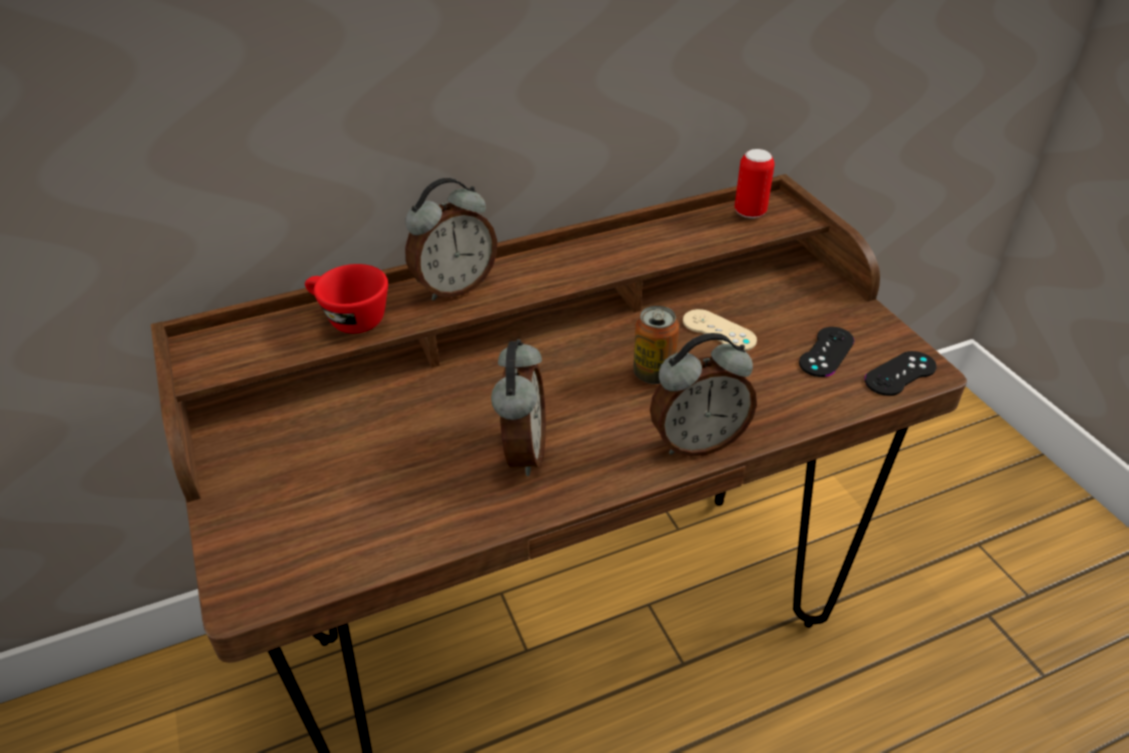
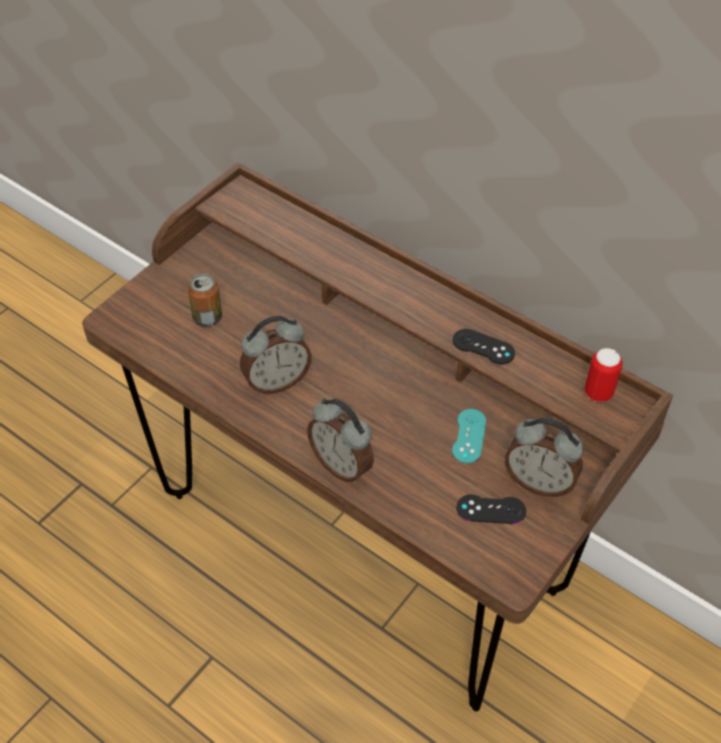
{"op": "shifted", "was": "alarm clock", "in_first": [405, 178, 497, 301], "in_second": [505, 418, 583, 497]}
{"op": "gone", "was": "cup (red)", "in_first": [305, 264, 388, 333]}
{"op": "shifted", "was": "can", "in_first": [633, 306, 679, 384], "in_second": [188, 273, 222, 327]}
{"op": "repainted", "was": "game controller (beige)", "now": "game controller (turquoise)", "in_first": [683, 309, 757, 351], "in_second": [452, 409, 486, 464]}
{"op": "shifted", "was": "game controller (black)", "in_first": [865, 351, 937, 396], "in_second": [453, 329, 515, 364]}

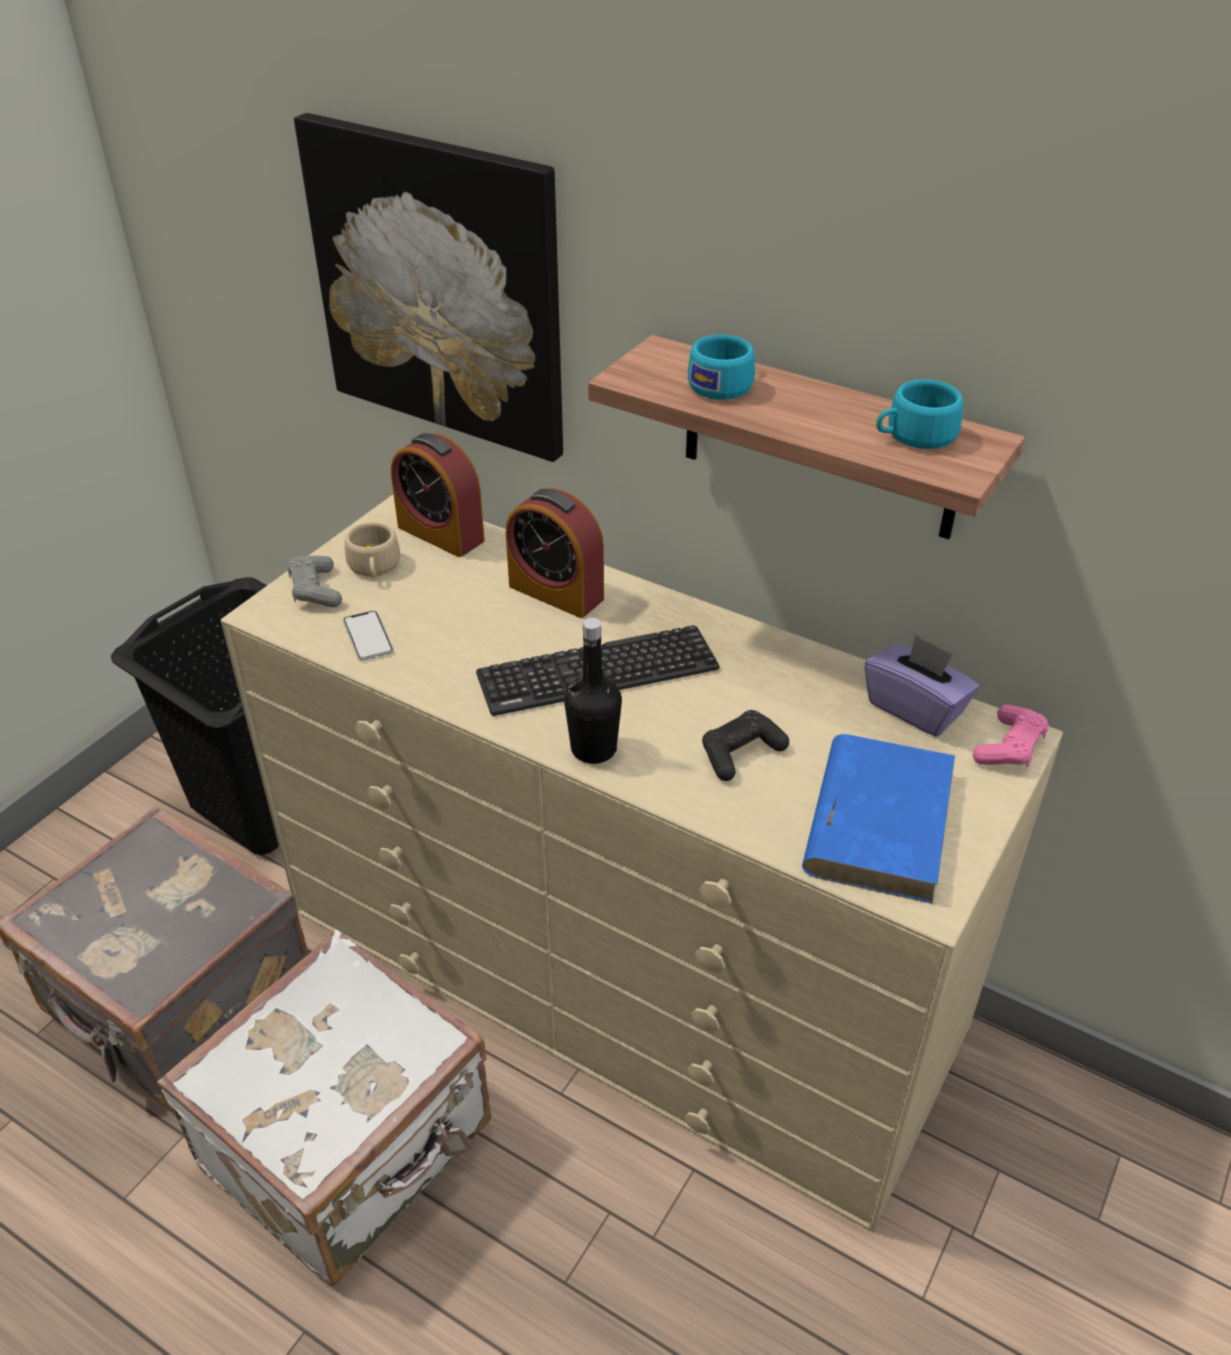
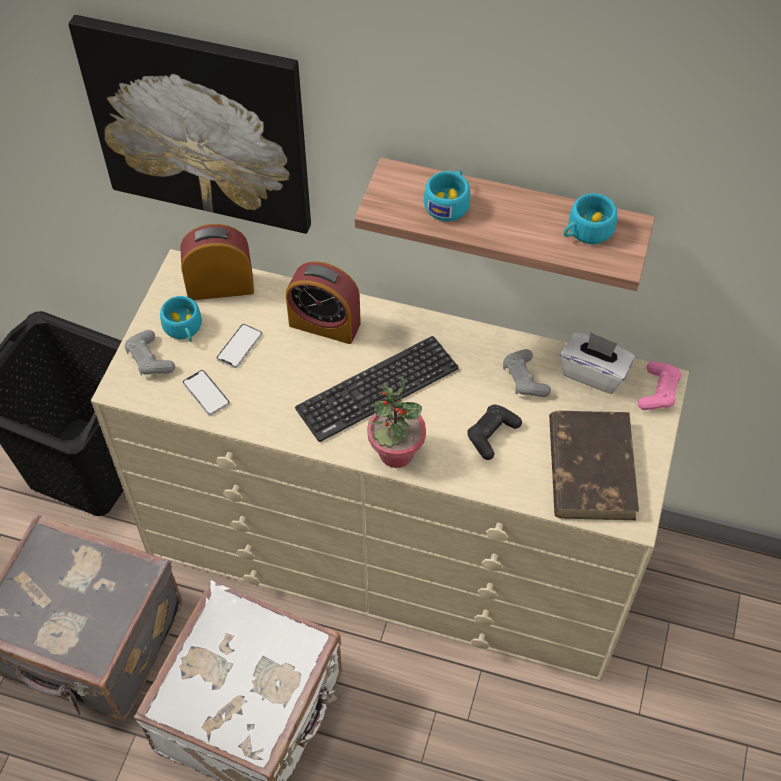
{"op": "rotated", "was": "alarm clock", "in_first": [391, 433, 485, 557], "in_second": [181, 224, 254, 300], "clockwise": 150}
{"op": "repainted", "was": "cup (beige)", "now": "cup (turquoise)", "in_first": [345, 522, 401, 578], "in_second": [160, 296, 202, 342]}
{"op": "swapped", "was": "bottle (black)", "now": "potted plant", "in_first": [564, 618, 622, 764], "in_second": [367, 376, 426, 468]}
{"op": "repainted", "was": "tissue box (purple)", "now": "tissue box (white)", "in_first": [864, 635, 980, 737], "in_second": [560, 332, 635, 394]}
{"op": "repainted", "was": "book (blue)", "now": "book (brown)", "in_first": [802, 734, 955, 904], "in_second": [549, 411, 639, 520]}
{"op": "new", "now": "phone", "in_second": [216, 324, 263, 368]}
{"op": "new", "now": "game controller (grey)", "in_second": [503, 349, 551, 397]}

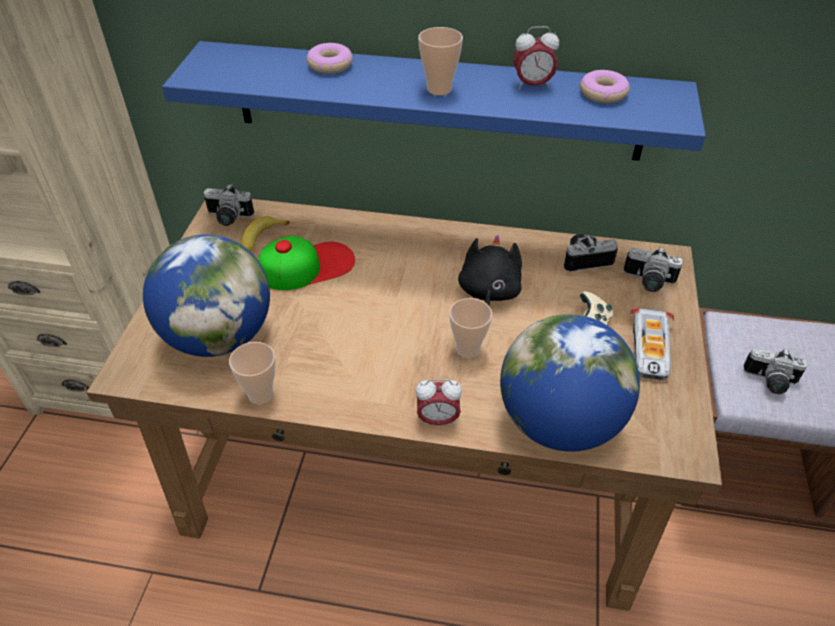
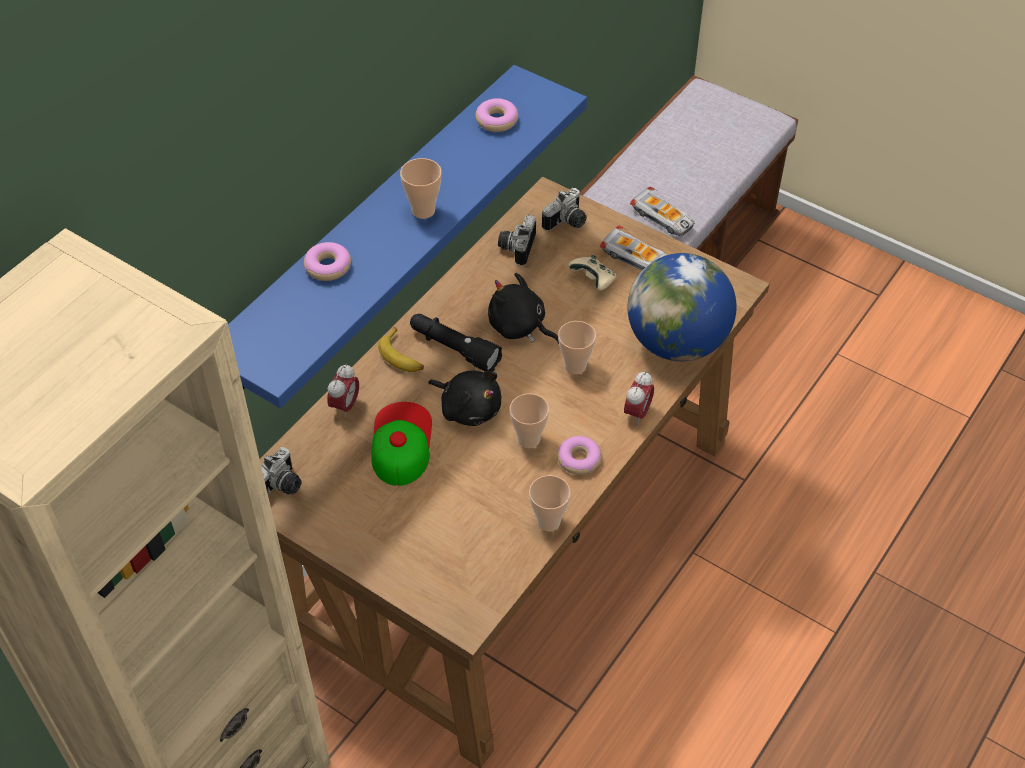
{"op": "shifted", "was": "alarm clock", "in_first": [513, 26, 559, 90], "in_second": [327, 364, 359, 418]}
{"op": "shifted", "was": "banana", "in_first": [241, 216, 289, 252], "in_second": [378, 327, 424, 372]}
{"op": "gone", "was": "globe", "in_first": [143, 234, 270, 357]}
{"op": "swapped", "was": "photo camera", "now": "toy car", "in_first": [743, 348, 807, 394], "in_second": [630, 187, 695, 237]}
{"op": "new", "now": "flashlight (black)", "in_second": [410, 314, 502, 372]}
{"op": "new", "now": "plush toy (black)", "in_second": [428, 371, 501, 426]}
{"op": "new", "now": "cup", "in_second": [510, 394, 549, 448]}
{"op": "new", "now": "donut", "in_second": [557, 436, 602, 475]}

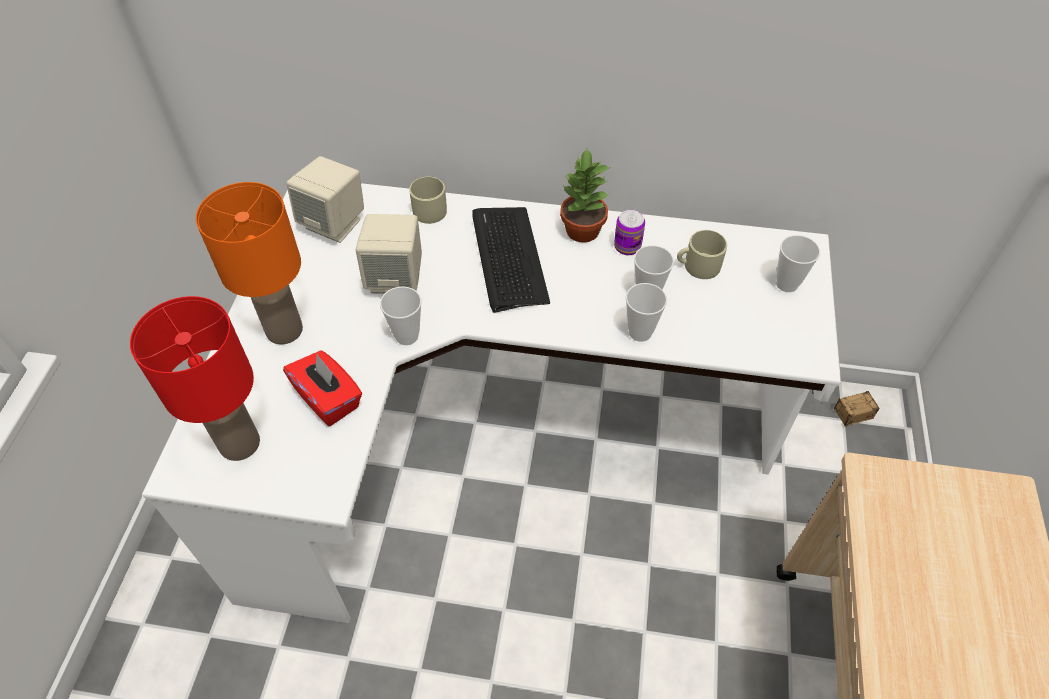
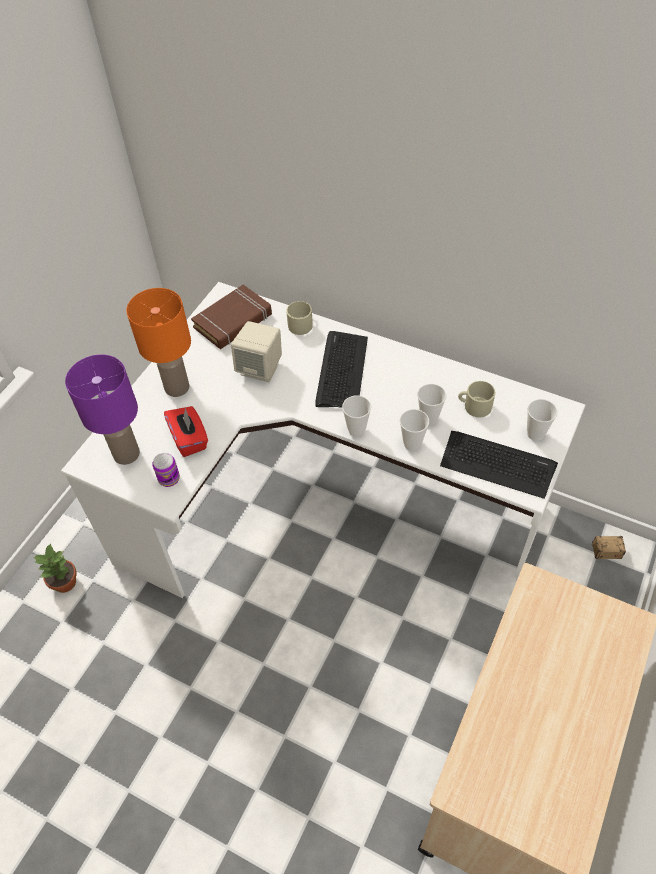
{"op": "shifted", "was": "potted plant", "in_first": [560, 149, 610, 243], "in_second": [34, 544, 77, 593]}
{"op": "swapped", "was": "speaker (beige)", "now": "book (brown)", "in_first": [286, 156, 364, 243], "in_second": [191, 285, 272, 349]}
{"op": "shifted", "was": "can", "in_first": [614, 210, 645, 255], "in_second": [152, 453, 180, 487]}
{"op": "shifted", "was": "cup", "in_first": [380, 286, 422, 345], "in_second": [342, 395, 371, 437]}
{"op": "repainted", "was": "table lamp (red)", "now": "table lamp (purple)", "in_first": [130, 296, 260, 461], "in_second": [65, 355, 140, 465]}
{"op": "new", "now": "keyboard", "in_second": [440, 431, 558, 499]}

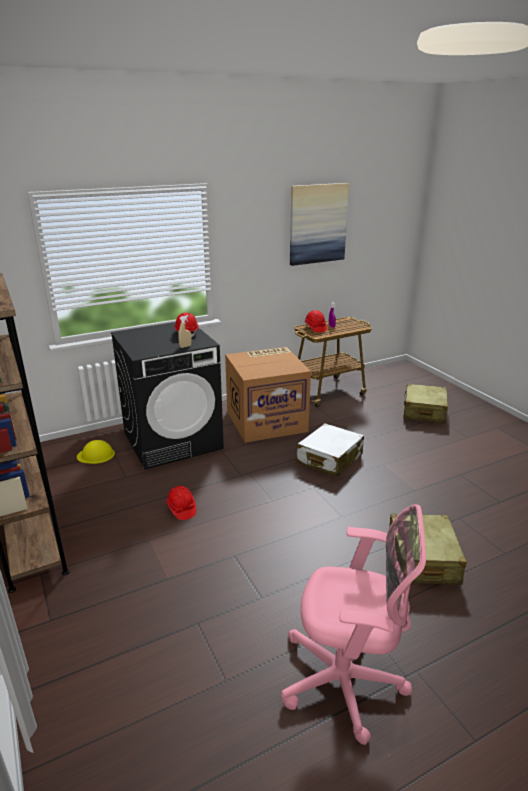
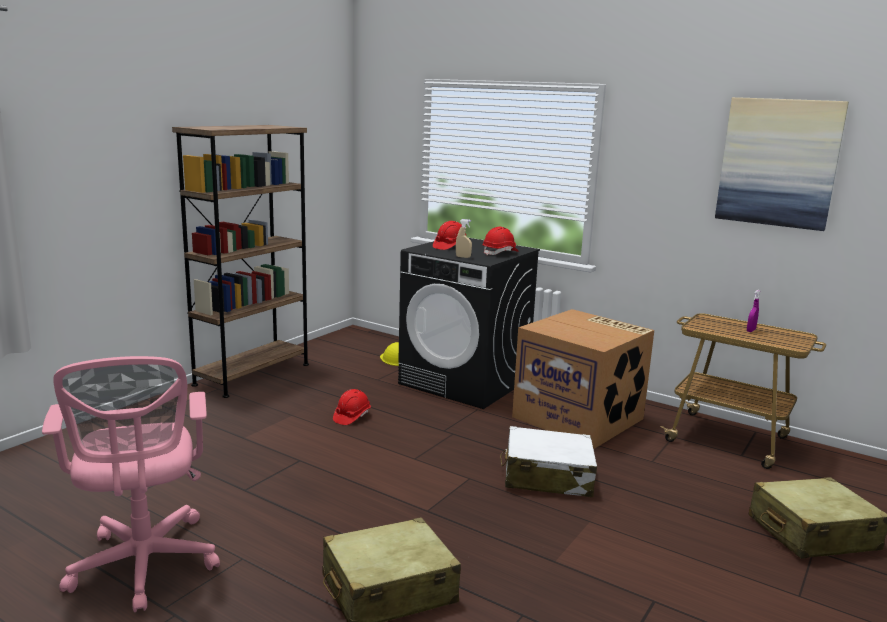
{"op": "shifted", "was": "hard hat (red)", "in_first": [304, 310, 327, 333], "in_second": [433, 221, 466, 250]}

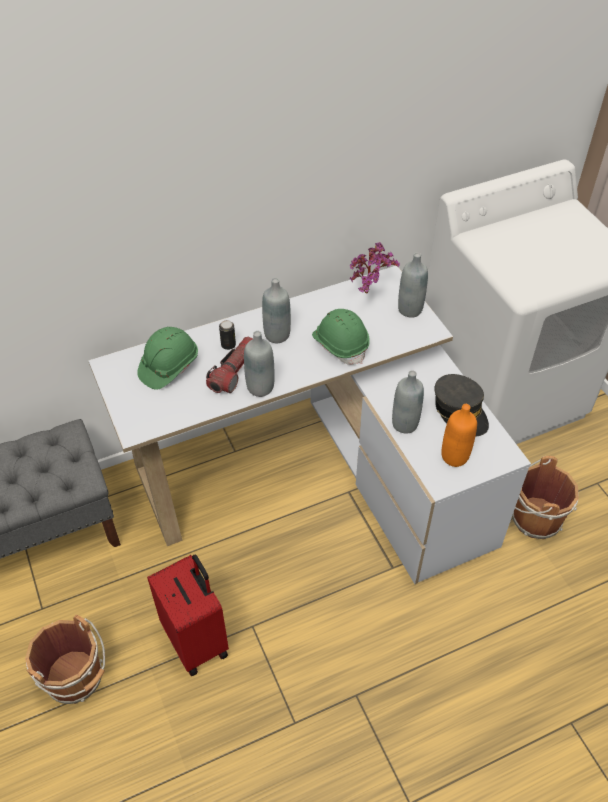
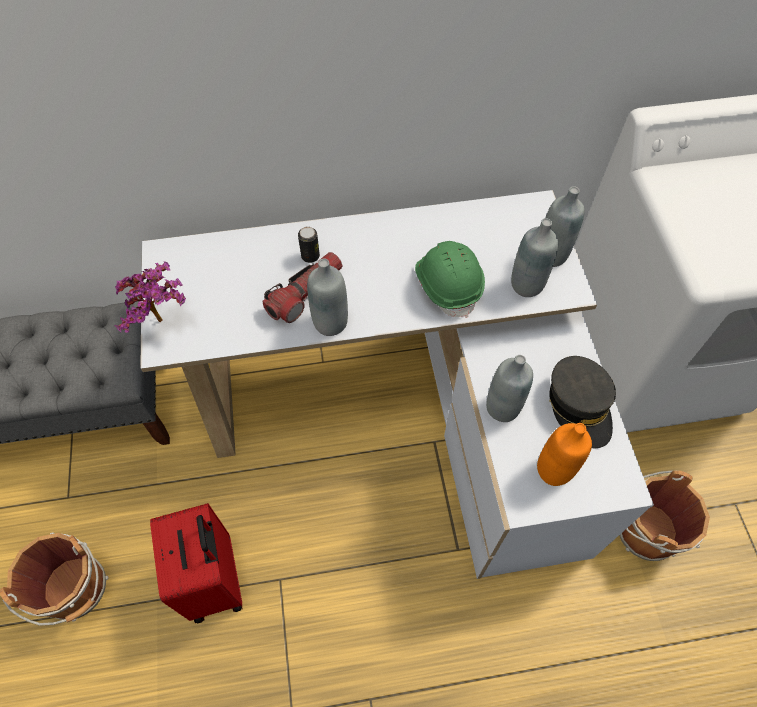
{"op": "shifted", "was": "potted plant", "in_first": [350, 242, 400, 293], "in_second": [115, 261, 186, 333]}
{"op": "shifted", "was": "bottle (grey)", "in_first": [262, 278, 291, 343], "in_second": [511, 218, 558, 297]}
{"op": "gone", "was": "hard hat (green)", "in_first": [137, 327, 198, 390]}

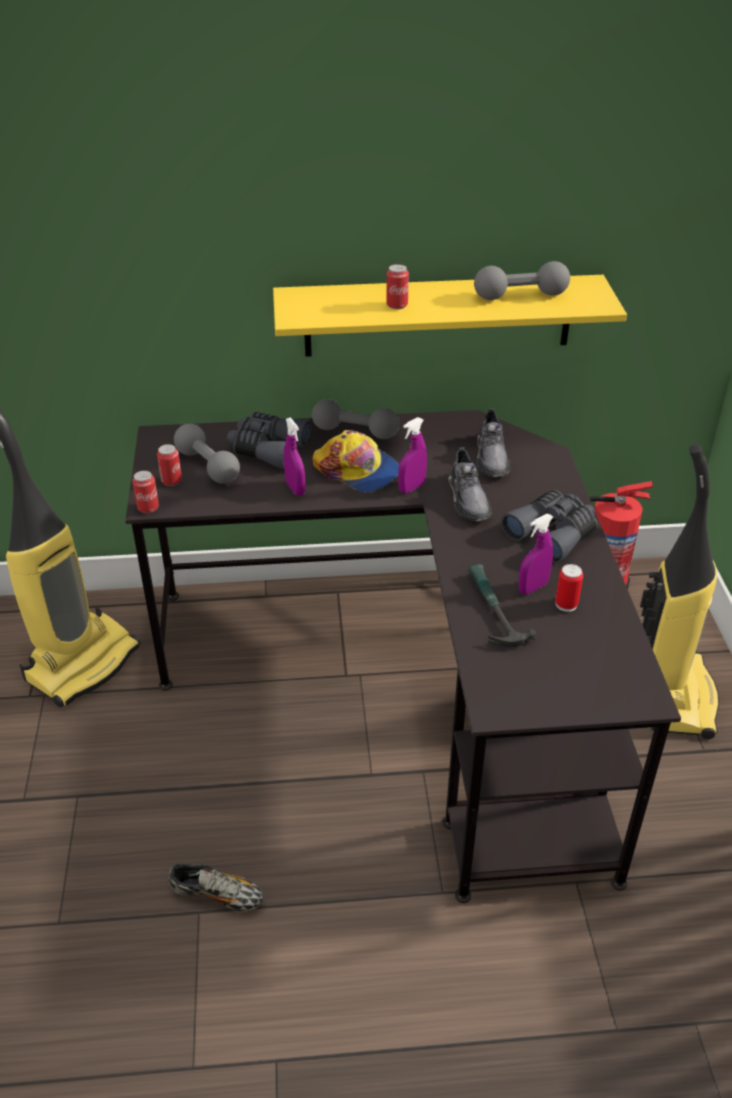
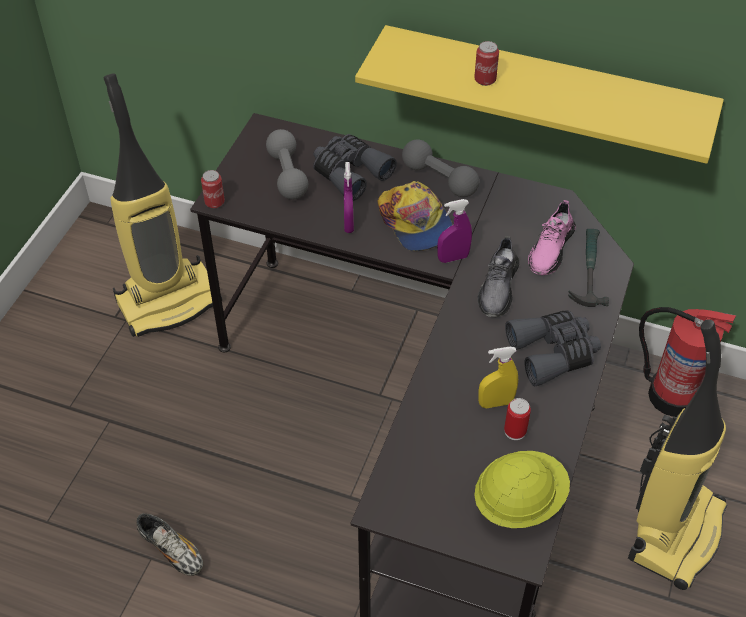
{"op": "gone", "was": "dumbbell (grey)", "in_first": [474, 261, 570, 300]}
{"op": "repainted", "was": "shoe (grey)", "now": "shoe (pink)", "in_first": [476, 408, 511, 477], "in_second": [528, 200, 576, 276]}
{"op": "gone", "was": "can", "in_first": [157, 444, 182, 486]}
{"op": "repainted", "was": "spray bottle (purple)", "now": "spray bottle (yellow)", "in_first": [518, 514, 553, 594], "in_second": [478, 347, 518, 408]}
{"op": "shifted", "was": "hammer", "in_first": [469, 564, 536, 647], "in_second": [568, 229, 609, 307]}
{"op": "new", "now": "hard hat (yellow)", "in_second": [474, 451, 570, 528]}

